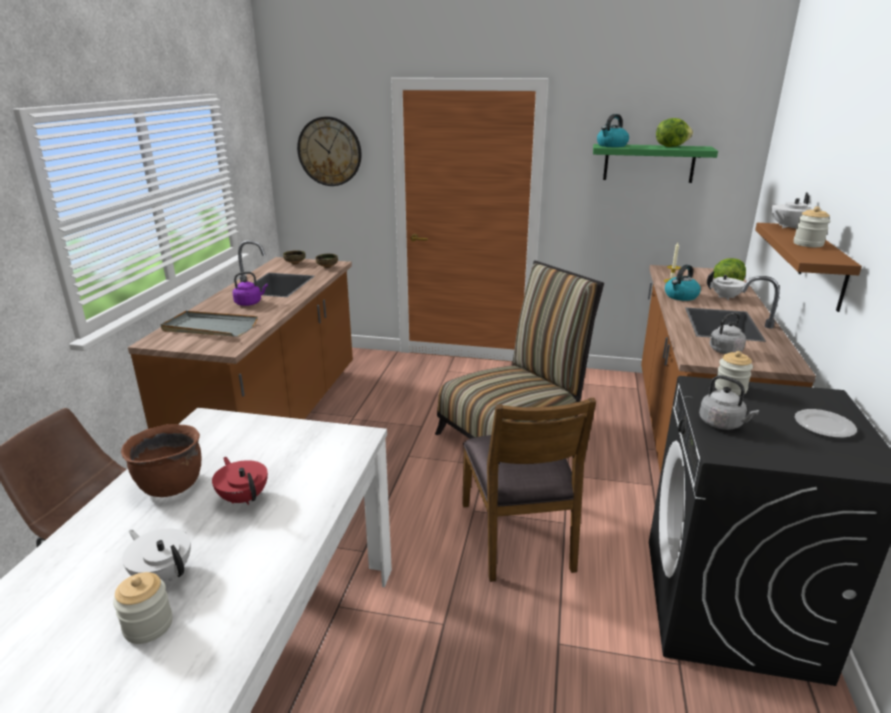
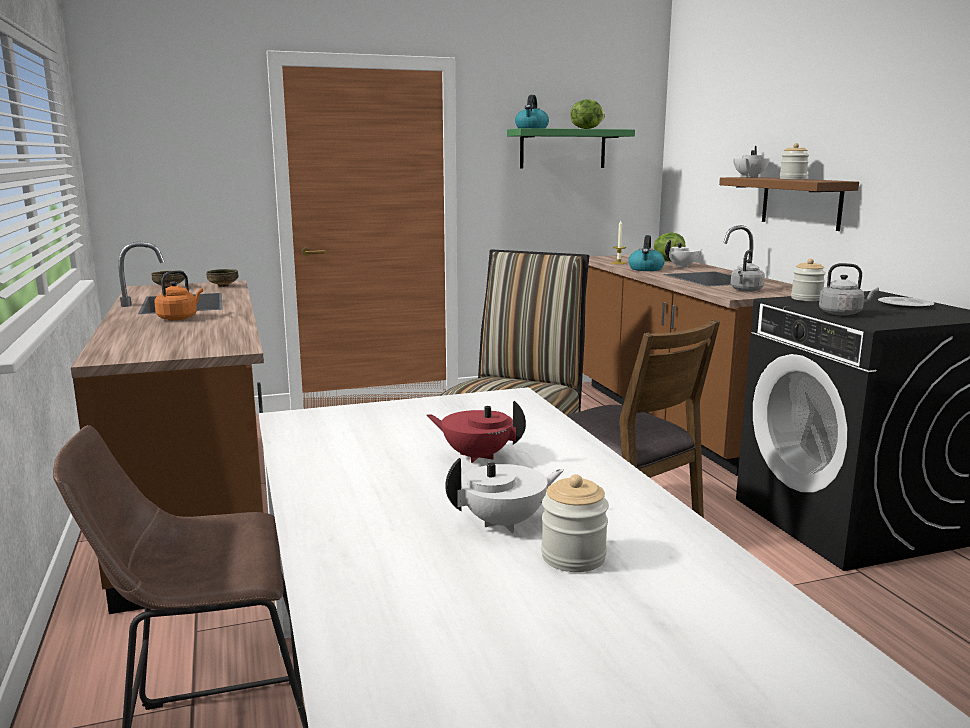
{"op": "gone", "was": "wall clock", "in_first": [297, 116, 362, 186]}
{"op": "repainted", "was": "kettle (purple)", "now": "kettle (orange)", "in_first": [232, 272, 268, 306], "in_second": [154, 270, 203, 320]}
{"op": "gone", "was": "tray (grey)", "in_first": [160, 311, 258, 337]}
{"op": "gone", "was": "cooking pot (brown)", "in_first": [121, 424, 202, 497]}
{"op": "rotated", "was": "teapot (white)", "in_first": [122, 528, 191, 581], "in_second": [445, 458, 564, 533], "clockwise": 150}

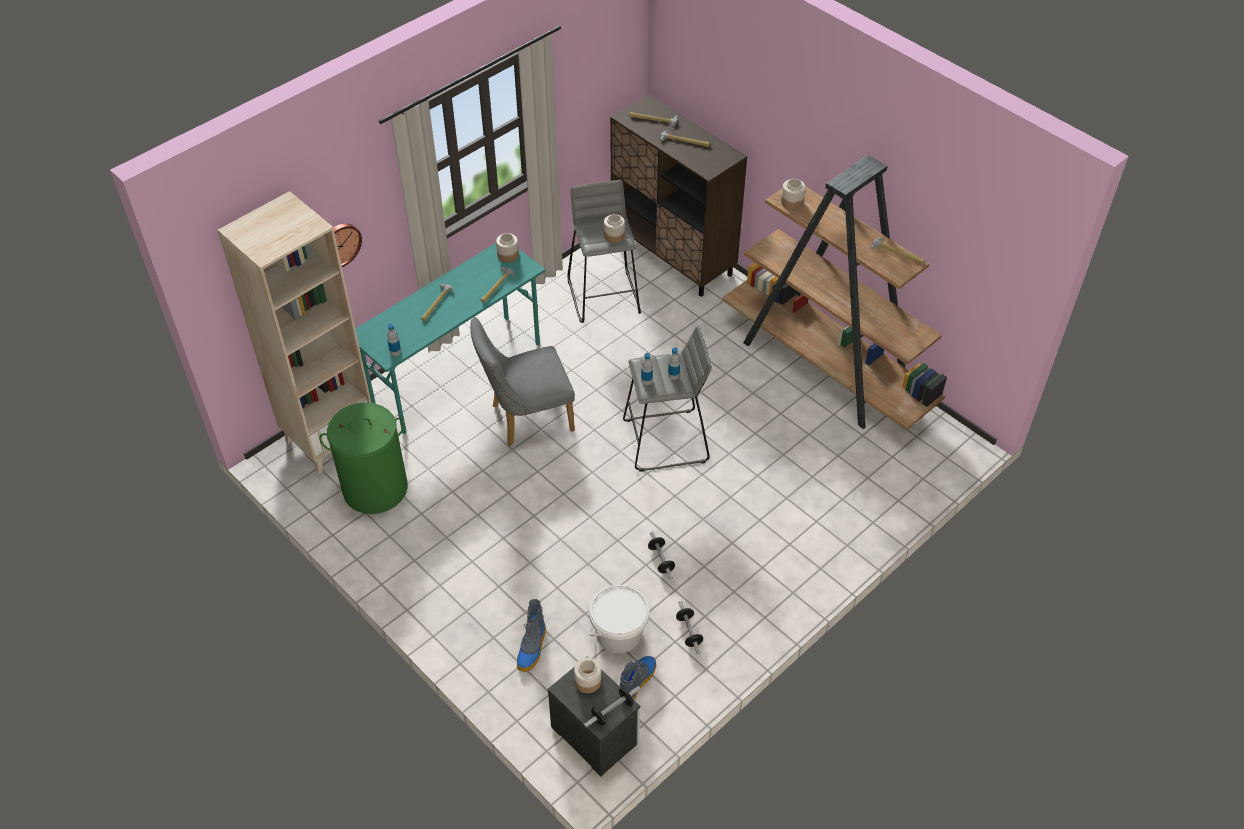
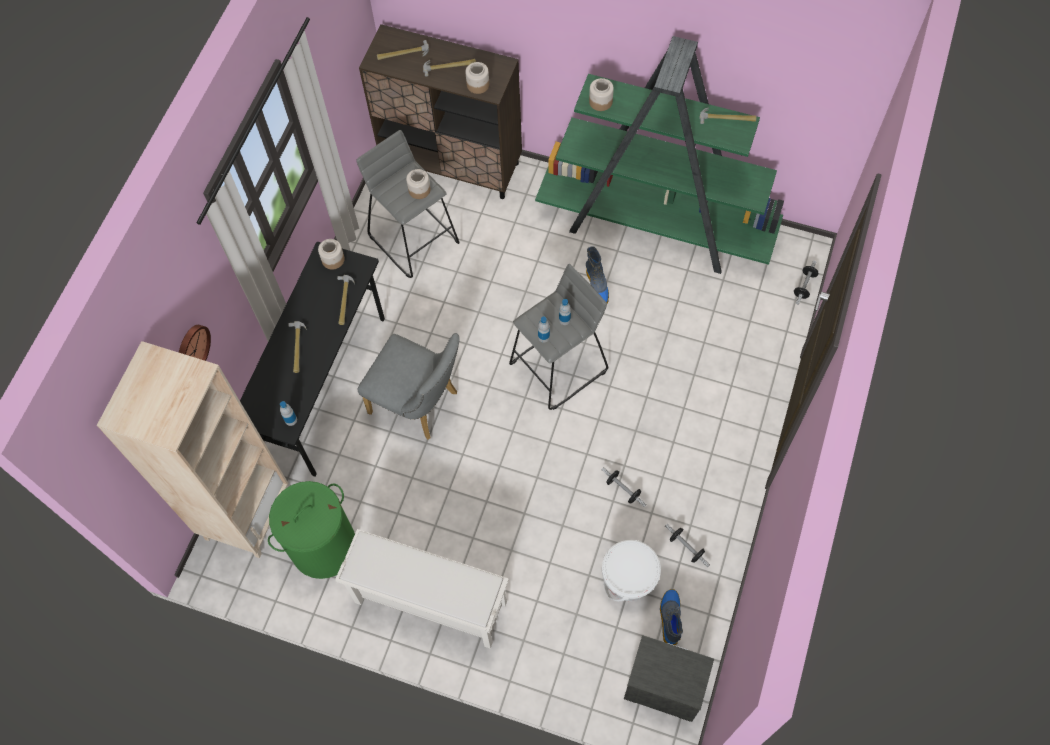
{"op": "repainted", "was": "bookcase (brown)", "now": "bookcase (green)", "in_first": [722, 155, 947, 430], "in_second": [535, 36, 784, 274]}
{"op": "repainted", "was": "desk (turquoise)", "now": "desk (black)", "in_first": [356, 243, 545, 434], "in_second": [240, 242, 385, 477]}
{"op": "rotated", "was": "chair (grey)", "in_first": [470, 317, 575, 446], "in_second": [358, 333, 460, 440], "clockwise": -105}
{"op": "shifted", "was": "boot", "in_first": [517, 599, 546, 672], "in_second": [586, 246, 609, 304]}
{"op": "shifted", "was": "jar", "in_first": [574, 658, 601, 693], "in_second": [465, 62, 489, 94]}
{"op": "shifted", "was": "dumbbell", "in_first": [584, 686, 641, 727], "in_second": [794, 260, 818, 305]}
{"op": "new", "now": "shoe rack (white)", "in_second": [335, 529, 509, 649]}

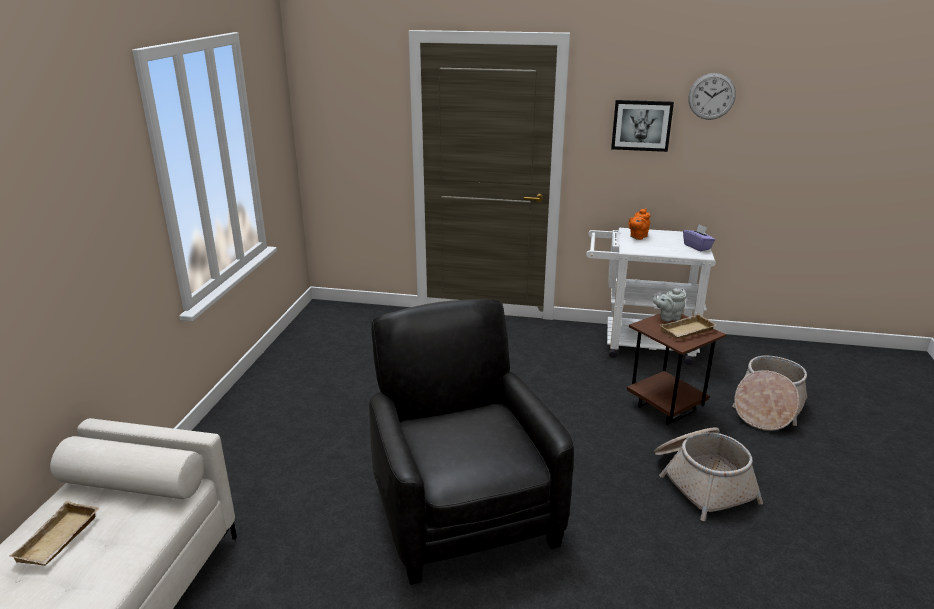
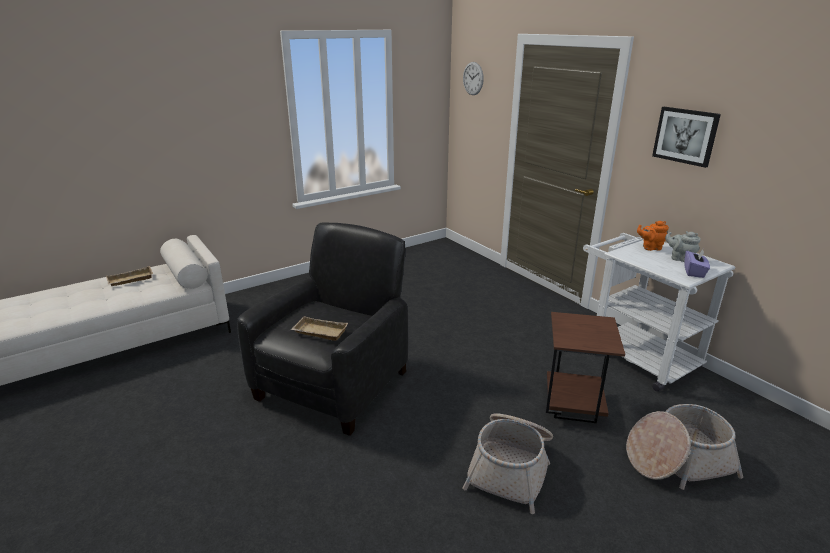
{"op": "shifted", "was": "wall clock", "in_first": [688, 73, 736, 120], "in_second": [463, 62, 484, 95]}
{"op": "shifted", "was": "teapot (grey)", "in_first": [653, 288, 686, 321], "in_second": [665, 231, 701, 262]}
{"op": "shifted", "was": "tray (beige)", "in_first": [660, 313, 717, 339], "in_second": [291, 316, 348, 341]}

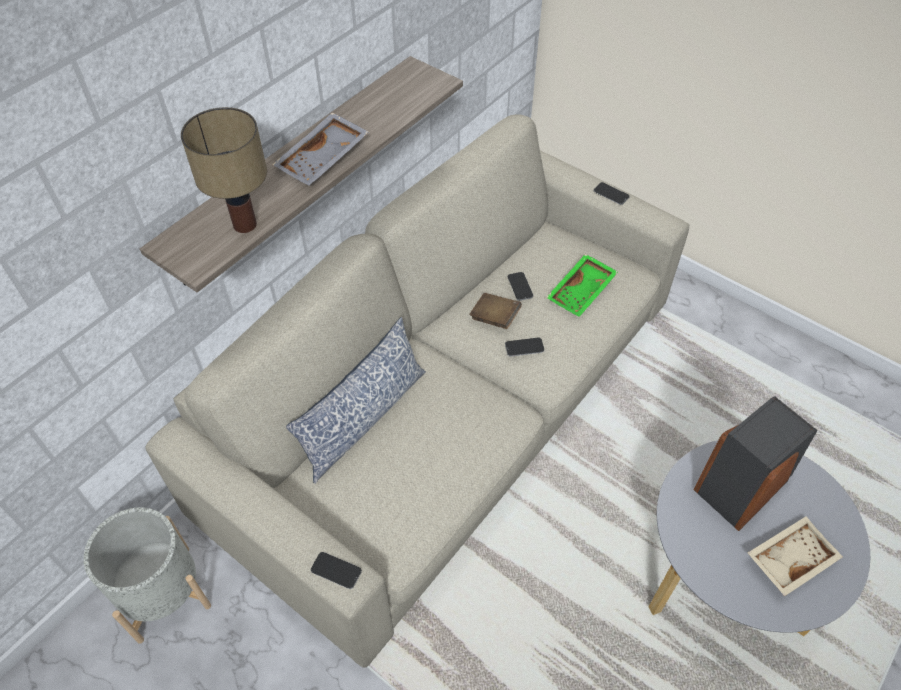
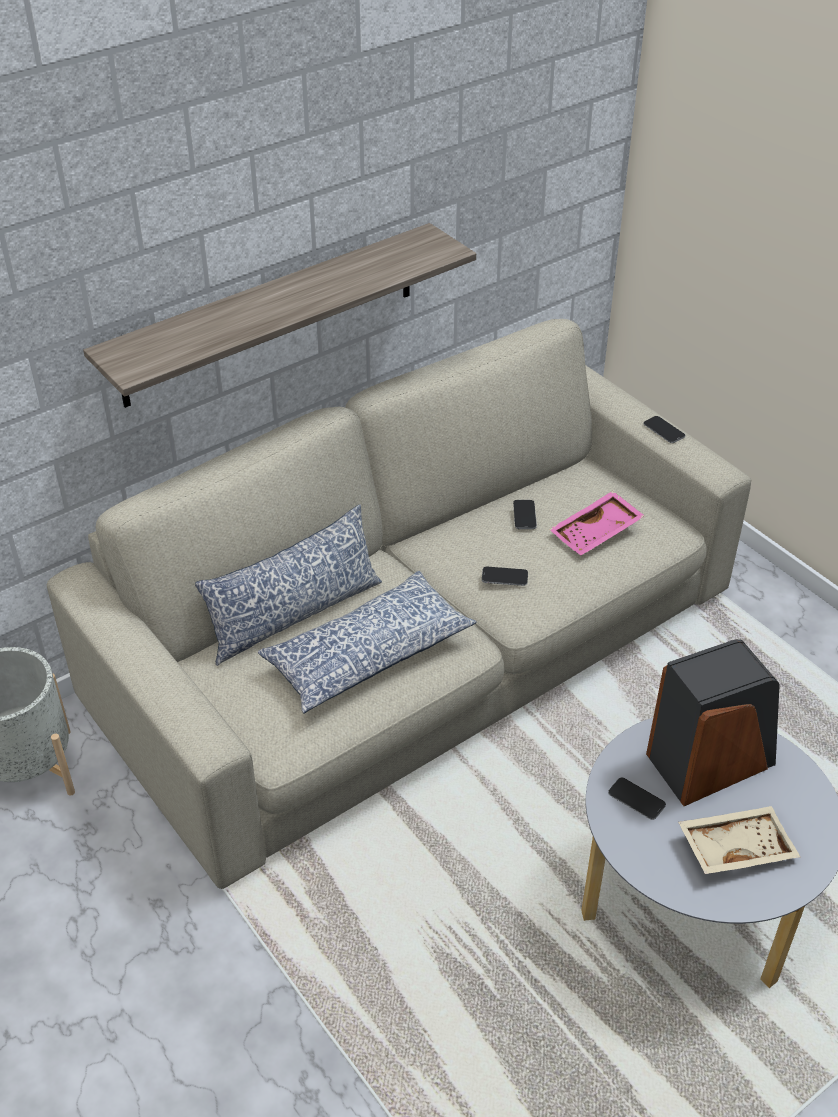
{"op": "gone", "was": "table lamp", "in_first": [181, 107, 267, 233]}
{"op": "gone", "was": "tray (grey)", "in_first": [272, 112, 369, 185]}
{"op": "repainted", "was": "tray (green)", "now": "tray (pink)", "in_first": [546, 254, 618, 317], "in_second": [549, 491, 644, 555]}
{"op": "gone", "was": "book (brown)", "in_first": [469, 293, 522, 329]}
{"op": "shifted", "was": "phone", "in_first": [311, 552, 362, 589], "in_second": [608, 777, 666, 820]}
{"op": "new", "now": "pillow", "in_second": [258, 571, 477, 714]}

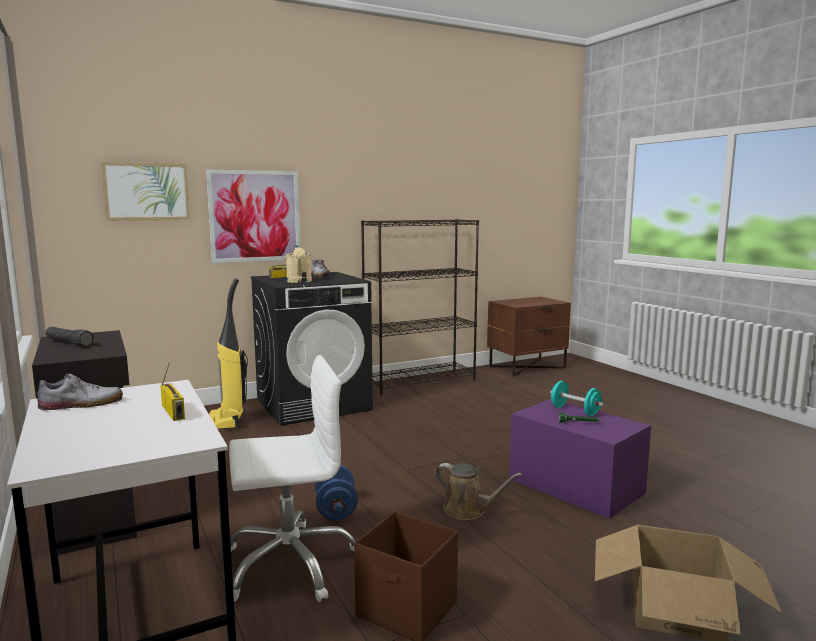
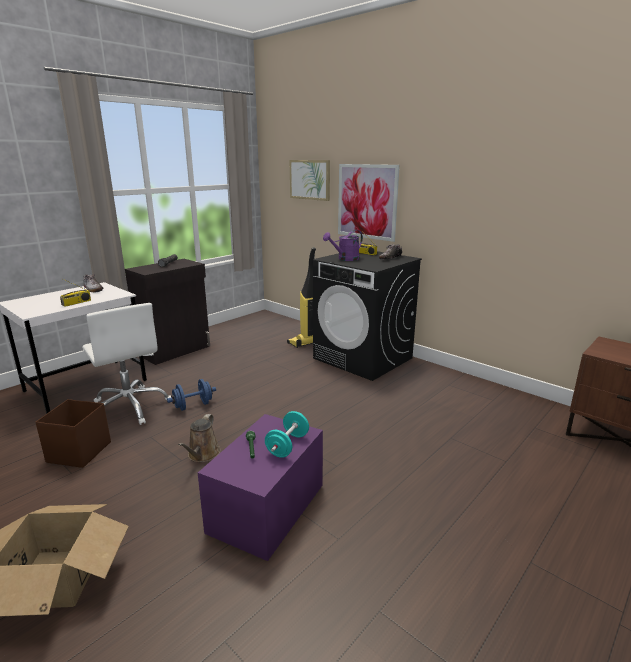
{"op": "gone", "was": "bookcase (black)", "in_first": [361, 219, 479, 395]}
{"op": "repainted", "was": "watering can (beige)", "now": "watering can (purple)", "in_first": [286, 245, 312, 283], "in_second": [323, 230, 363, 261]}

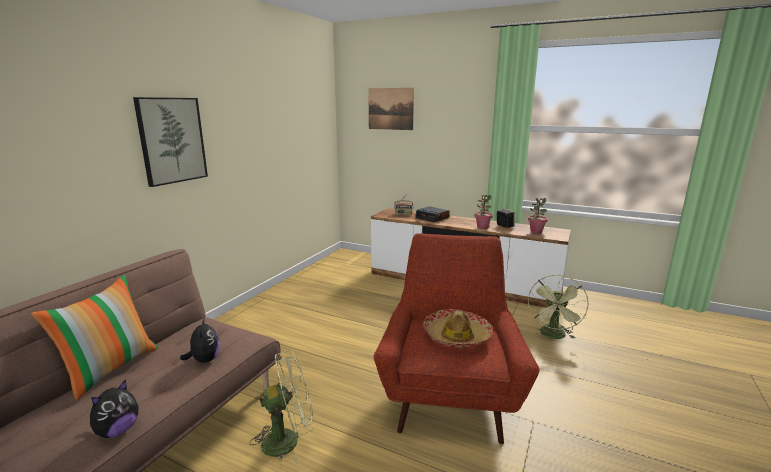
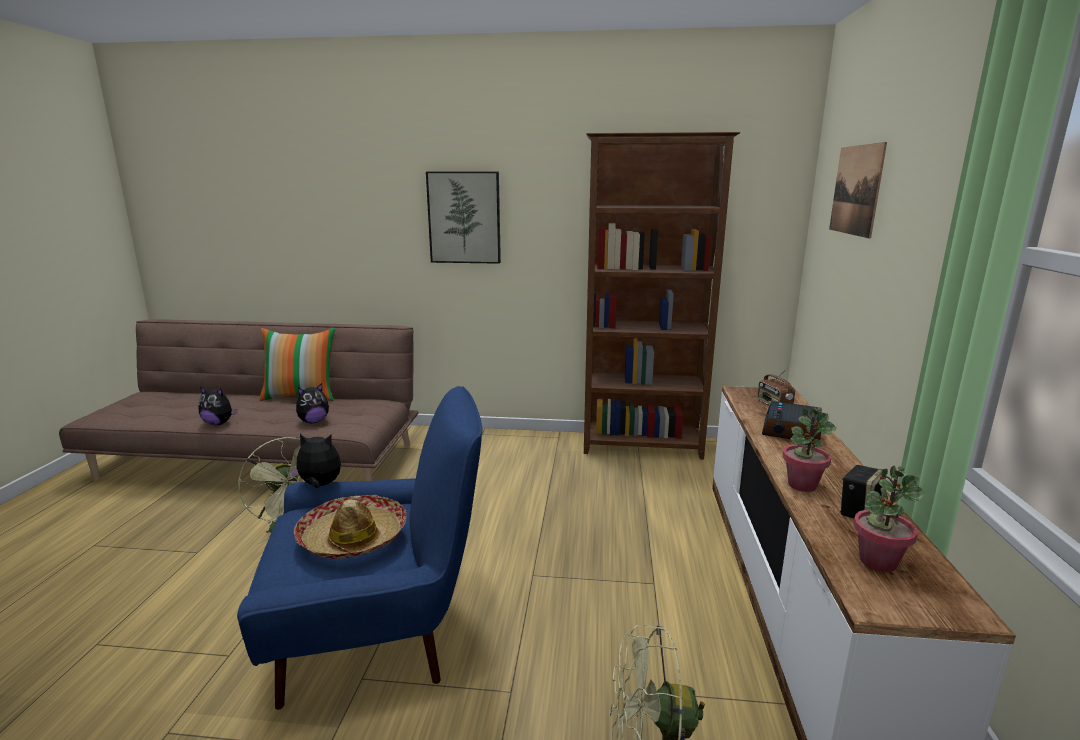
{"op": "repainted", "was": "armchair (red)", "now": "armchair (blue)", "in_first": [374, 233, 540, 444], "in_second": [237, 386, 482, 710]}
{"op": "new", "now": "bookcase (brown)", "in_second": [584, 132, 740, 460]}
{"op": "new", "now": "plush toy", "in_second": [289, 434, 341, 488]}

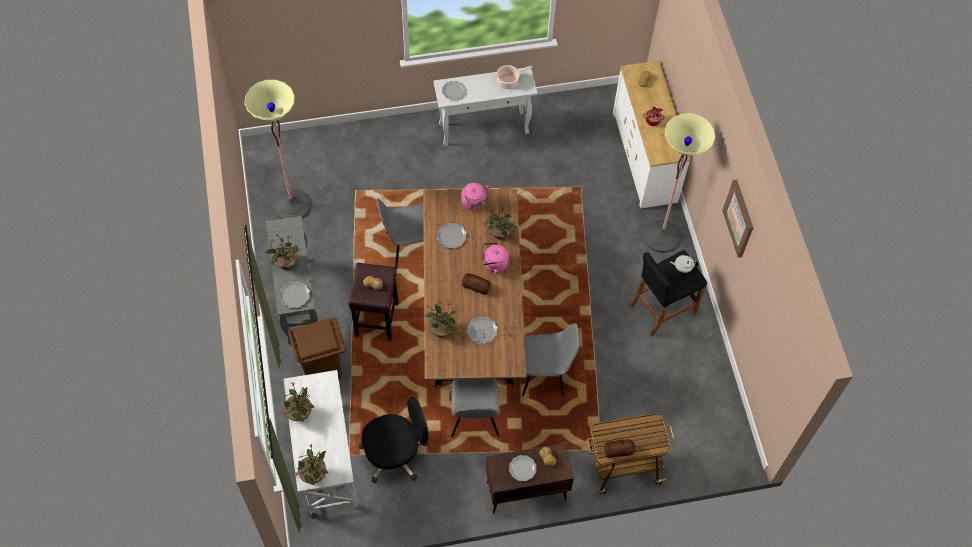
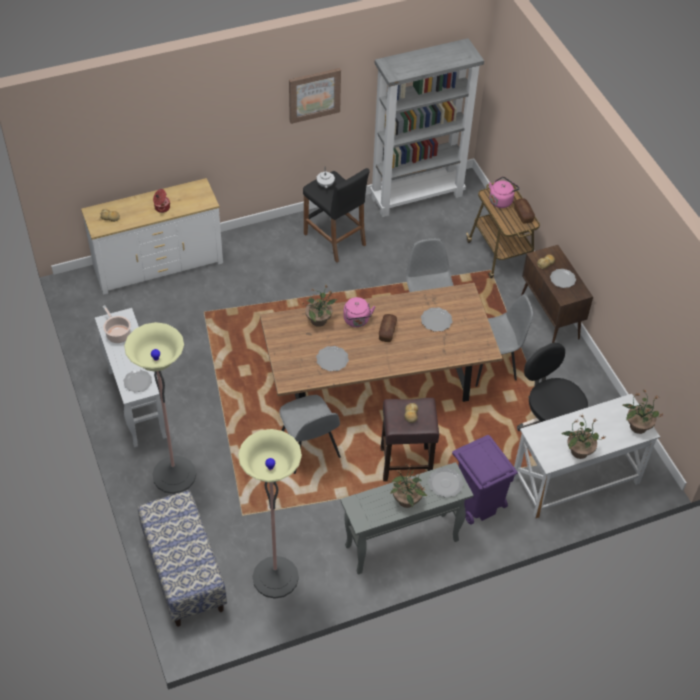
{"op": "shifted", "was": "floor lamp", "in_first": [643, 113, 715, 252], "in_second": [124, 322, 196, 494]}
{"op": "shifted", "was": "kettle (pink)", "in_first": [462, 183, 490, 210], "in_second": [489, 176, 520, 208]}
{"op": "gone", "was": "potted plant", "in_first": [424, 302, 457, 338]}
{"op": "repainted", "was": "trash can (brown)", "now": "trash can (purple)", "in_first": [288, 317, 347, 379], "in_second": [452, 435, 518, 525]}
{"op": "new", "now": "bookcase (grey)", "in_second": [370, 38, 484, 217]}
{"op": "new", "now": "bench", "in_second": [138, 490, 227, 626]}

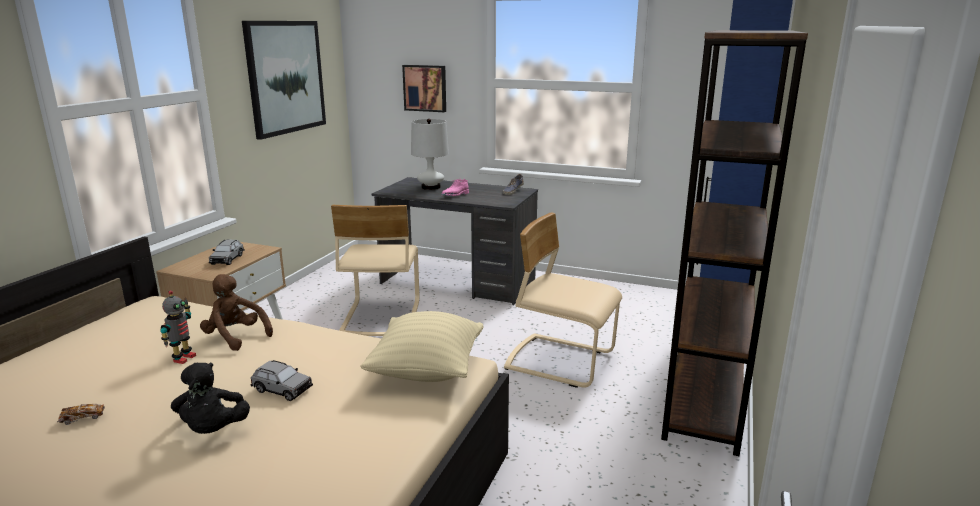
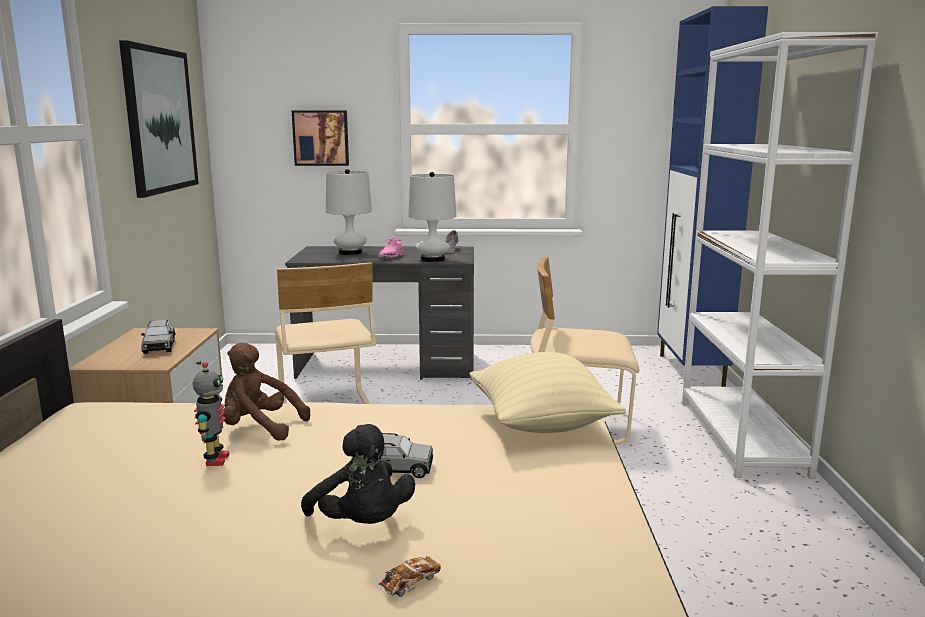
{"op": "repainted", "was": "bookcase (brown)", "now": "bookcase (white)", "in_first": [661, 30, 808, 456], "in_second": [682, 32, 878, 479]}
{"op": "shifted", "was": "toy car", "in_first": [57, 404, 105, 425], "in_second": [379, 556, 441, 597]}
{"op": "new", "now": "table lamp (white)", "in_second": [408, 172, 456, 262]}

